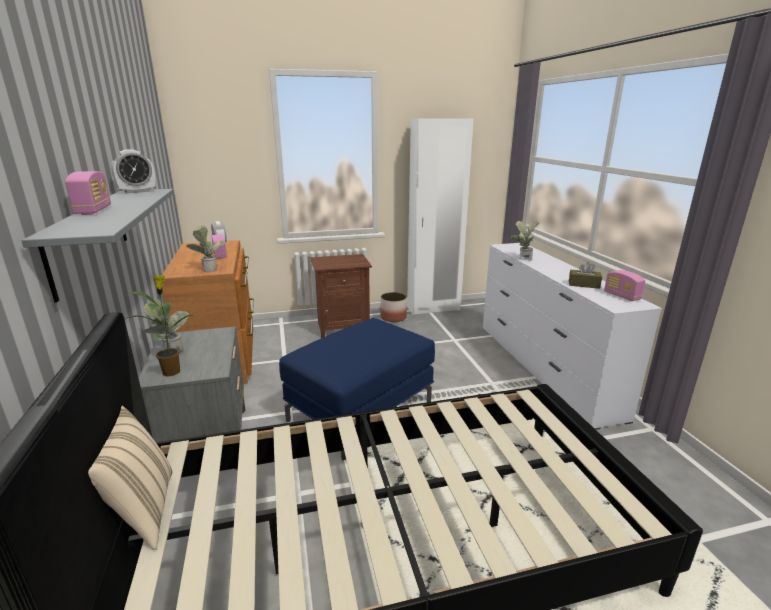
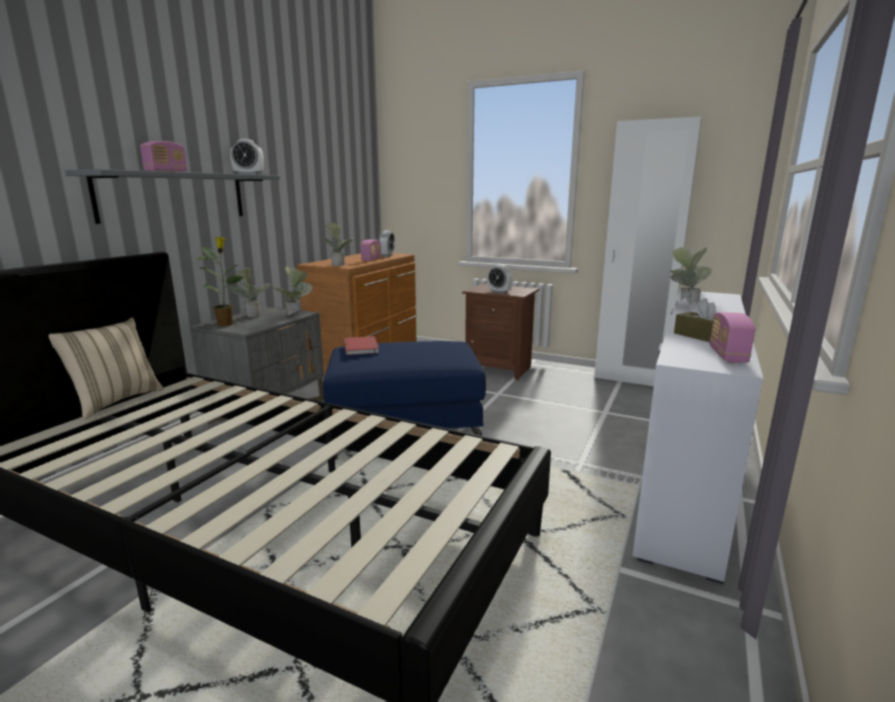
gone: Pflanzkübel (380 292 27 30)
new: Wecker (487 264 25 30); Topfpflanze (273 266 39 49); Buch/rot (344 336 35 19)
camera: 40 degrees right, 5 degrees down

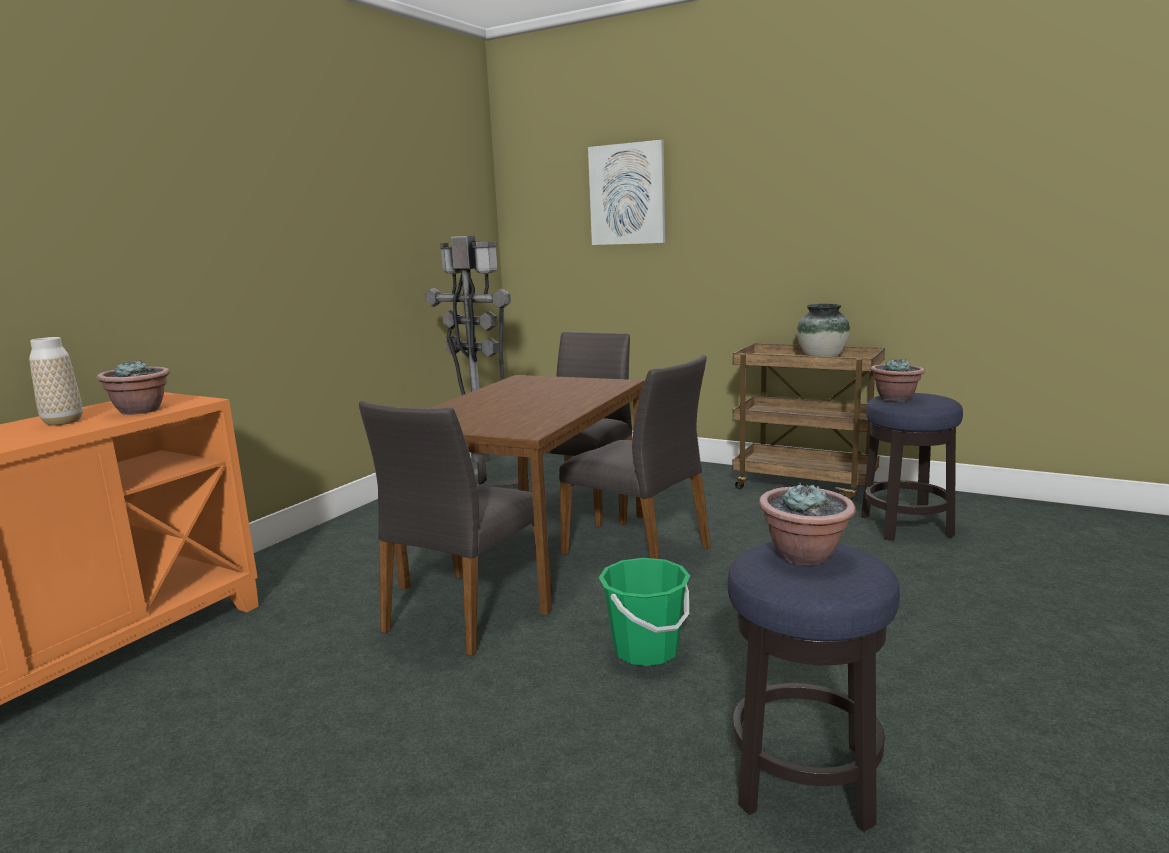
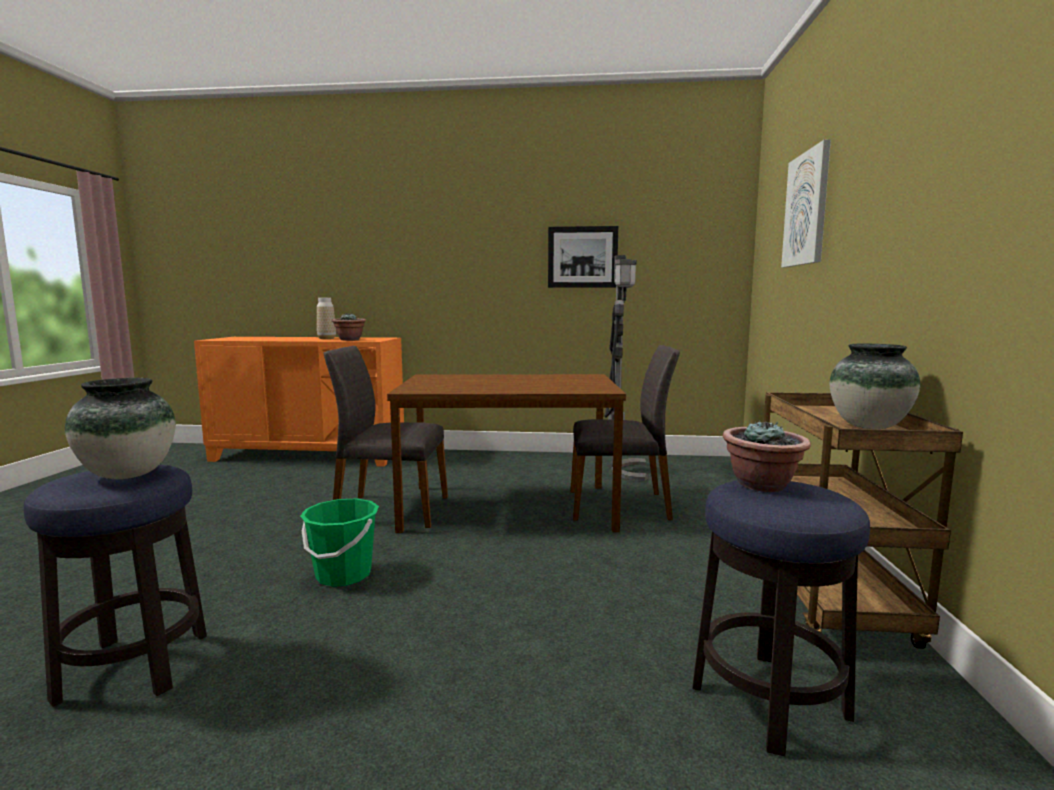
gone: Stuhl/grau (559 355 152 204)
new: Bild (548 226 70 62)
swapped: Topfpflanze (759 483 97 82) to Vase (65 378 111 101)
camera: 65 degrees right, 5 degrees down

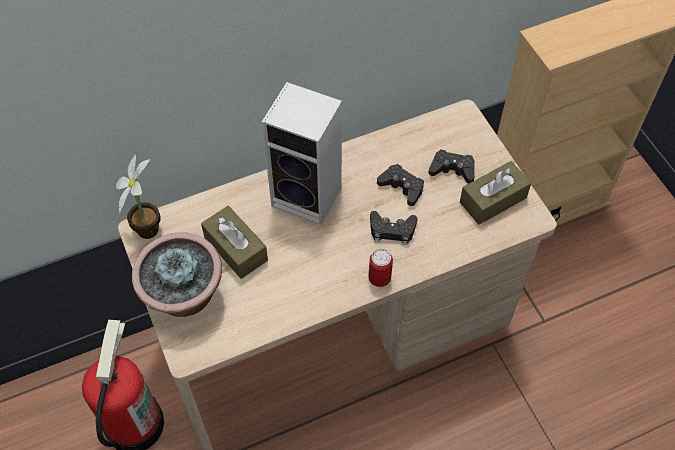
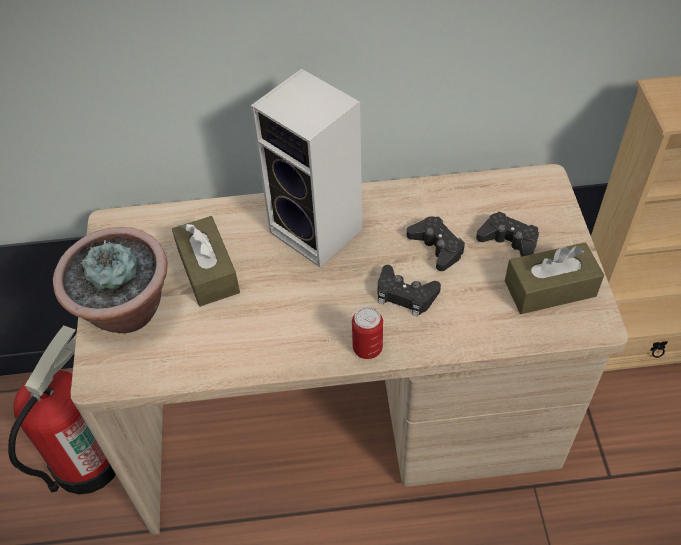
gone: Topfpflanze (116 154 44 85)
camera: 20 degrees right, 5 degrees down

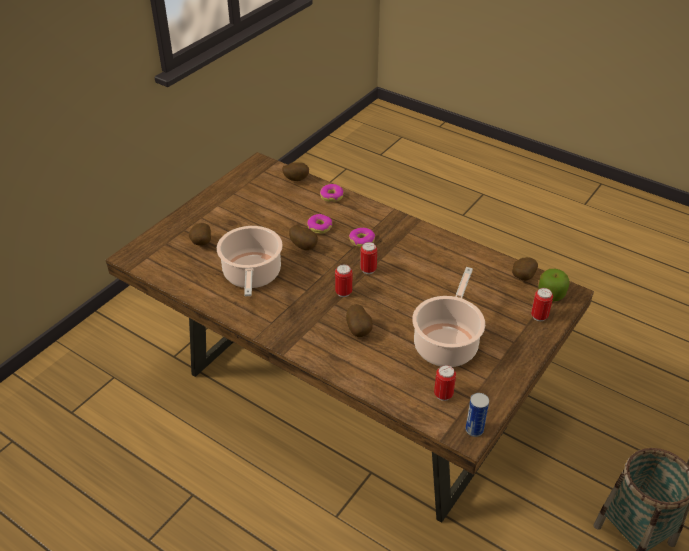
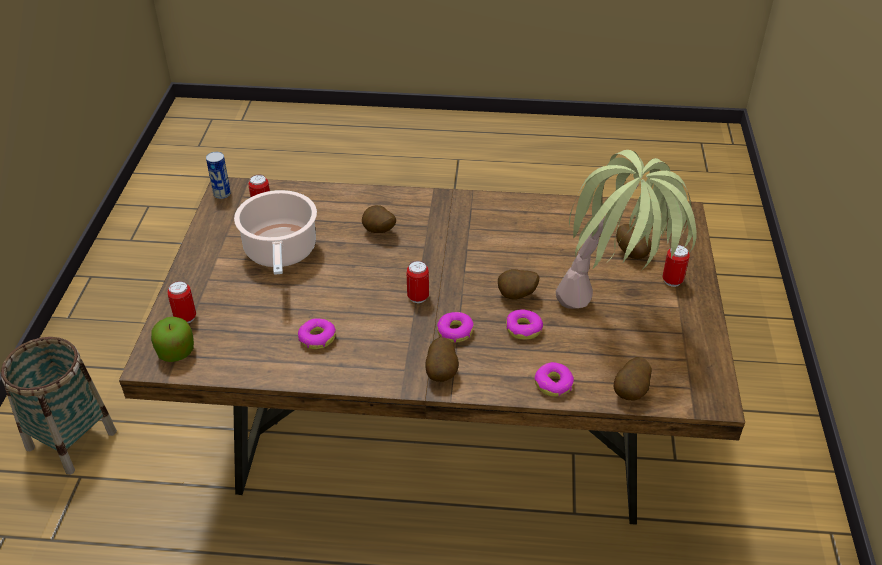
gone: Kochtopf (217 226 66 70)
new: Topfpflanze (556 150 141 159); Donut (298 319 38 30)
shifted: Kartoffel (512 257 26 24) to (426 337 33 45); Dose (335 264 17 33) to (663 245 27 42)
camera: 150 degrees right, 0 degrees up

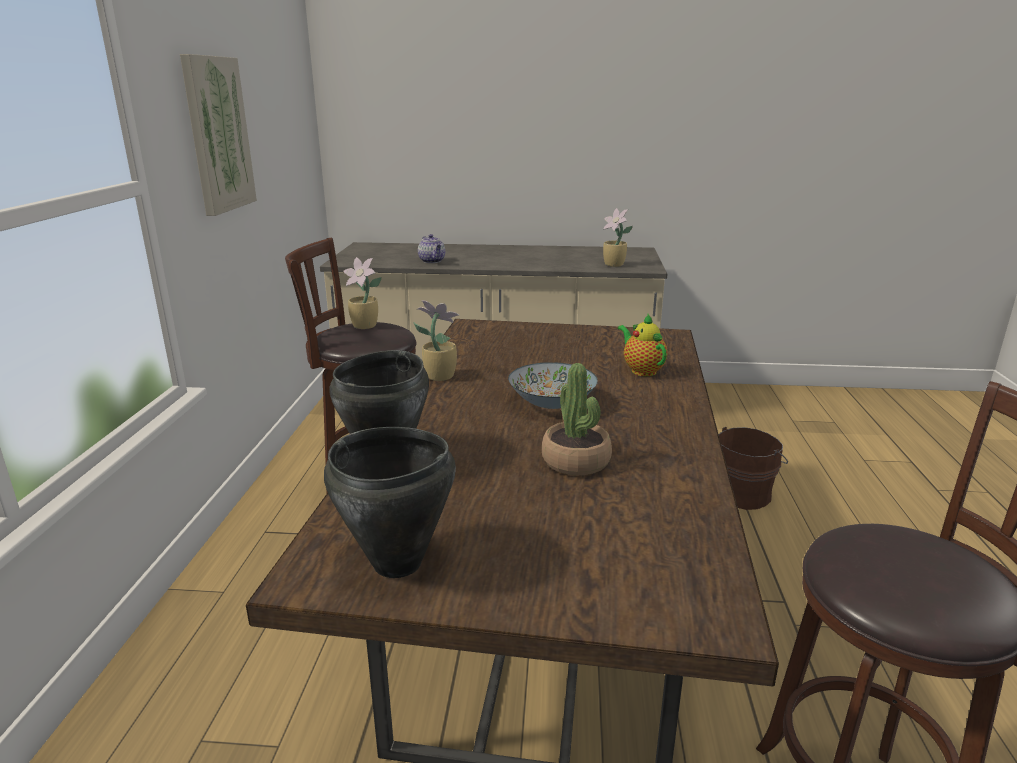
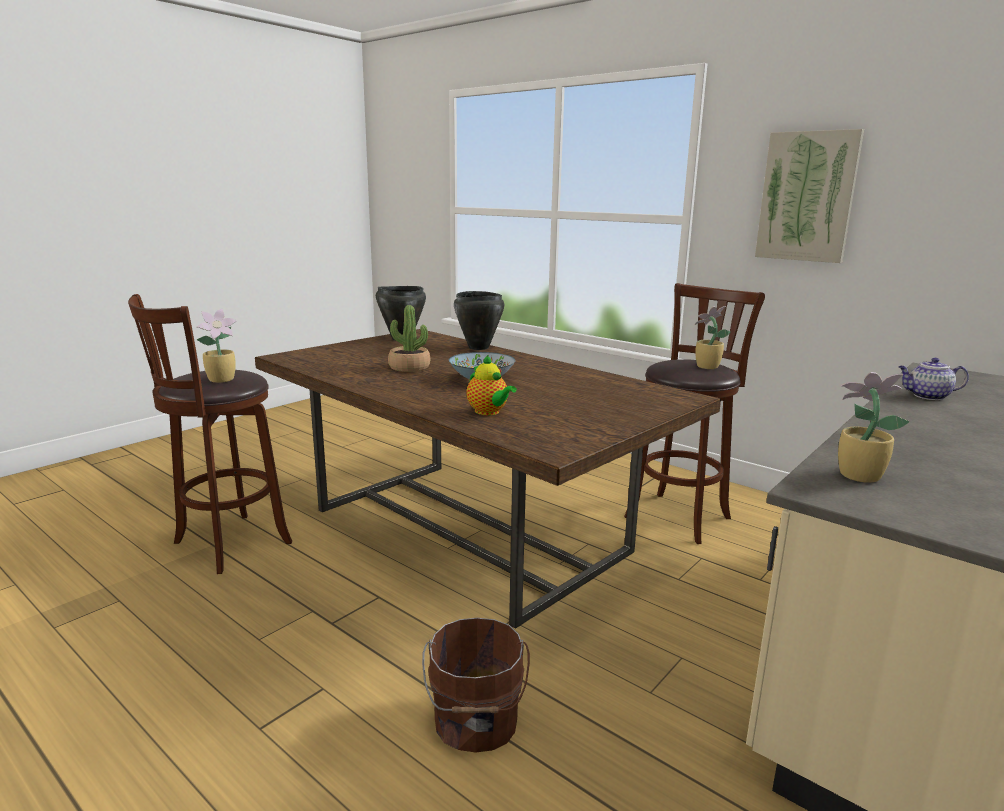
shifted: Topfpflanze (413 300 46 81) to (196 309 41 74)
rotated: Teekanne (618 314 50 62) = (466 355 51 60) 45 degrees clockwise
camera: 125 degrees right, 5 degrees down

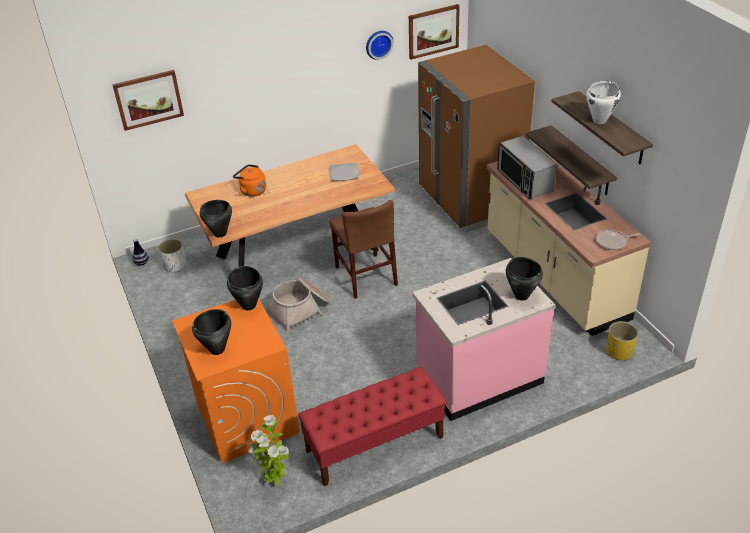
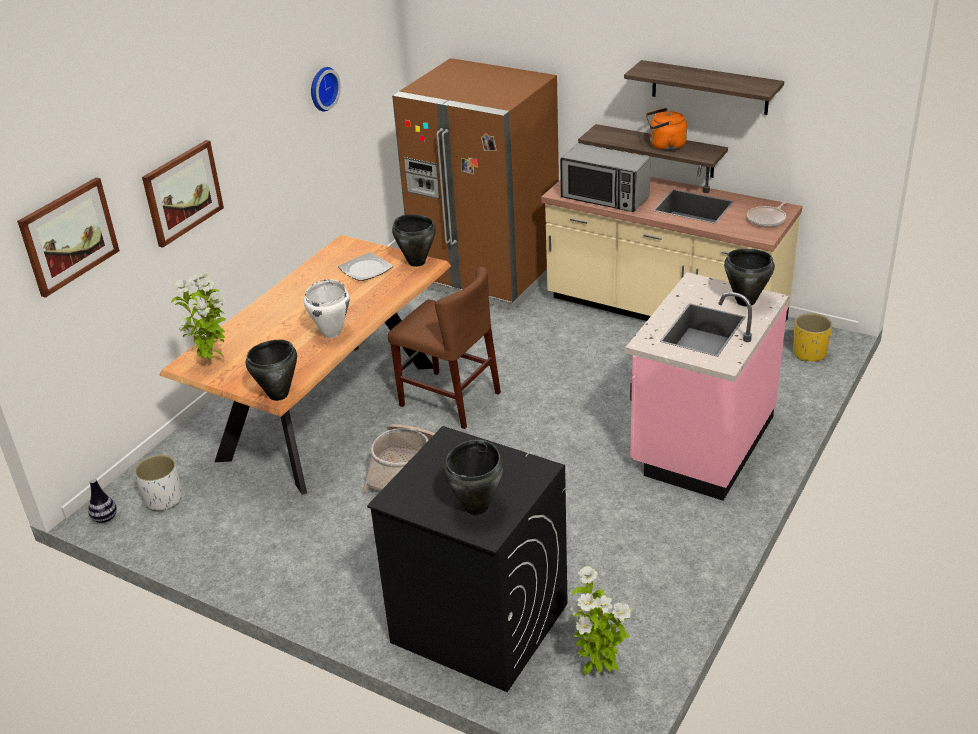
gone: Bank/rot (298 367 149 119)
new: Topfpflanze (171 272 55 90)
shifted: Bild (409 4 51 56) to (142 140 82 108); Kochtopf/weiß (586 81 35 43) to (304 279 45 59); Wasserkessel/orange (233 164 33 33) to (646 108 41 43); Kochtopf/schwarz (227 266 36 44) to (392 214 44 53)
repainted: Waschmaschine/orange (172 298 128 166) to Waschmaschine/schwarz (367 426 201 266)
camera: 35 degrees left, 5 degrees down

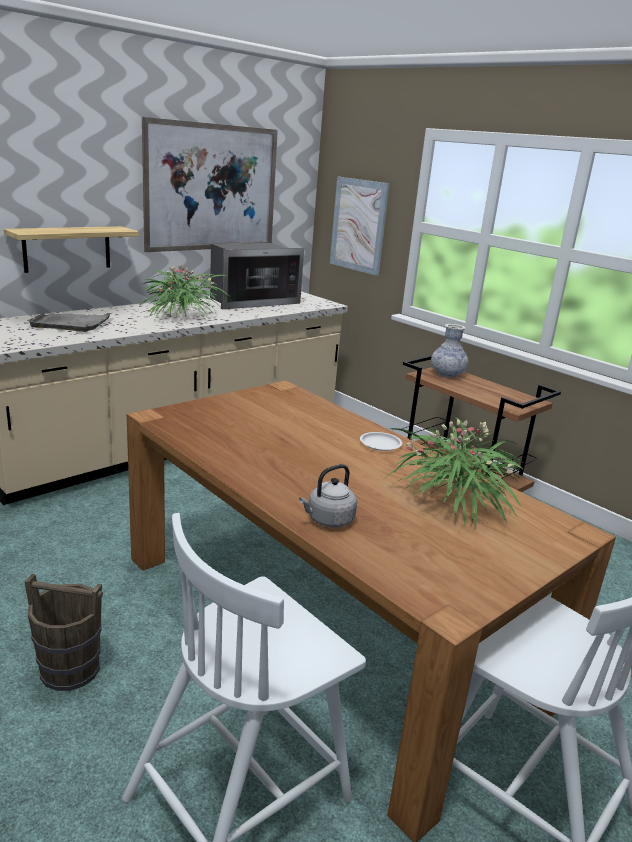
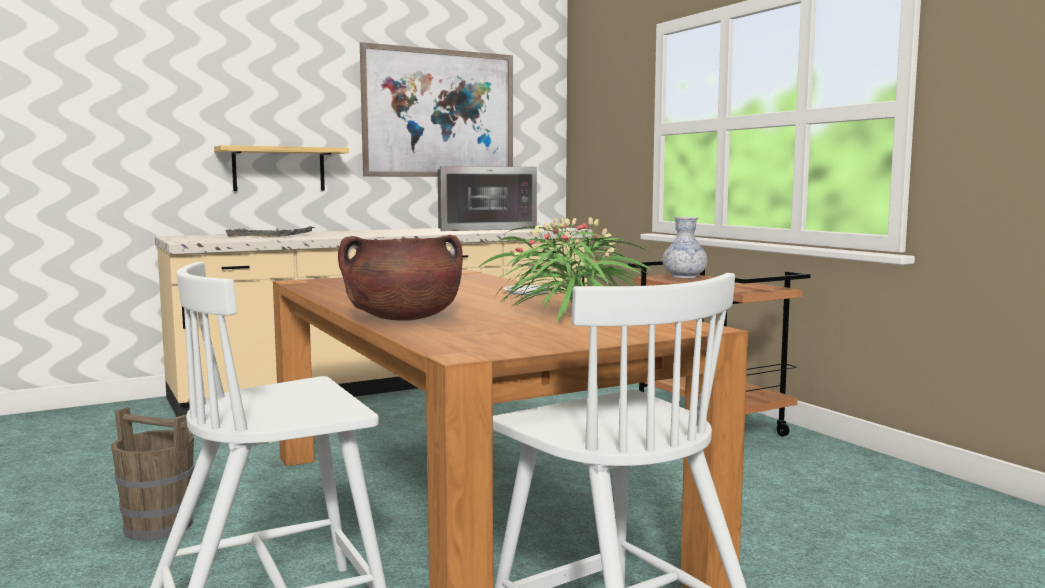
gone: Bild (330 177 59 99); Topfpflanze (139 264 90 54)
swapped: Wasserkessel/grau (299 464 58 63) to Kochtopf/braun (338 235 125 86)
camera: 15 degrees right, 15 degrees down

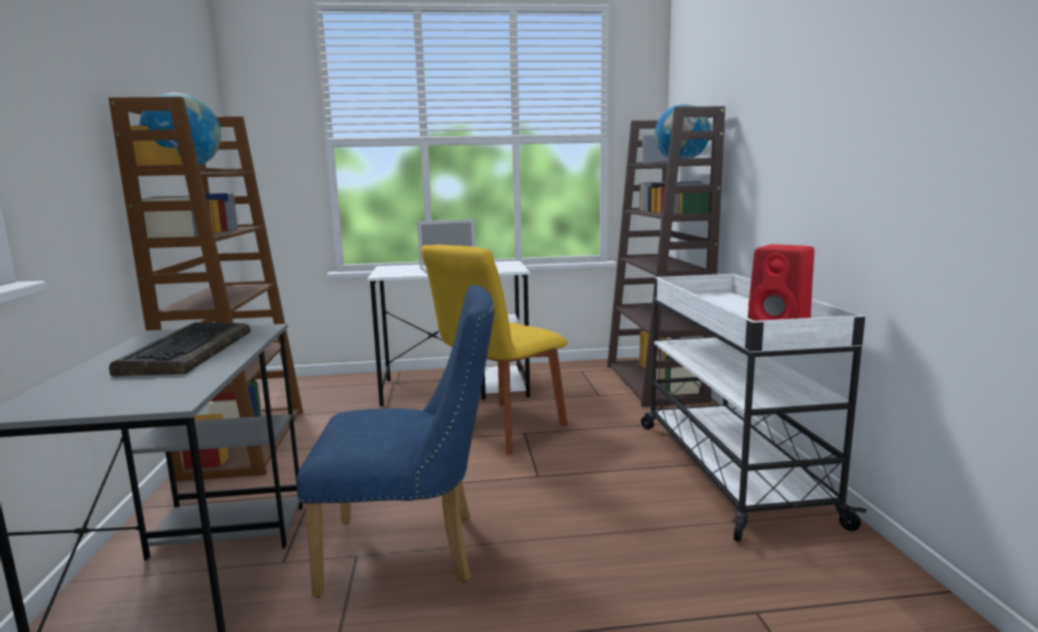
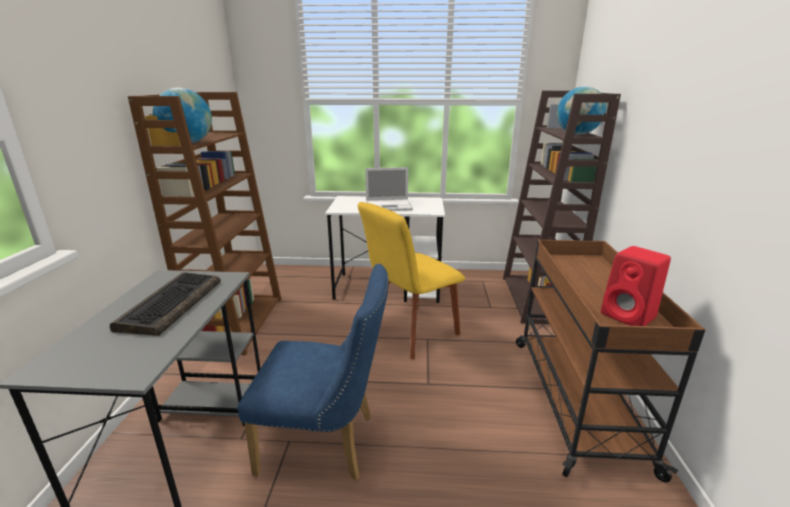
repainted: Rollwagen/weiß (641 274 226 268) to Rollwagen/braun (516 240 189 243)
camera: 10 degrees right, 10 degrees up

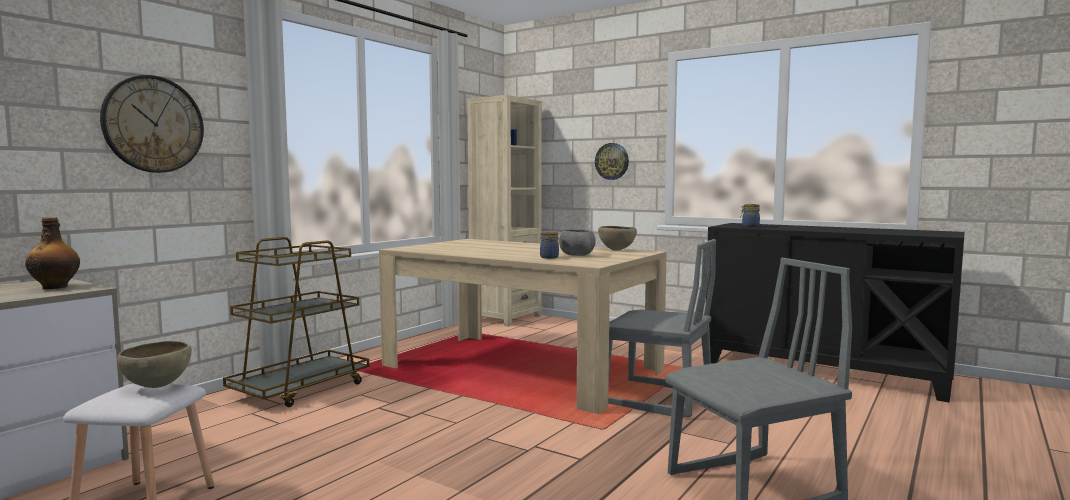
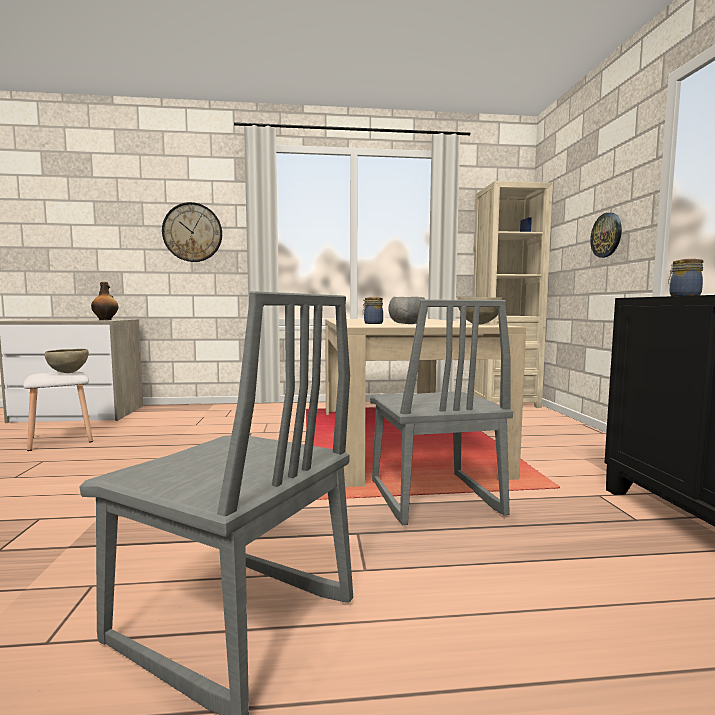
gone: Rollwagen/braun (223 237 146 170)
camera: 50 degrees right, 0 degrees up

